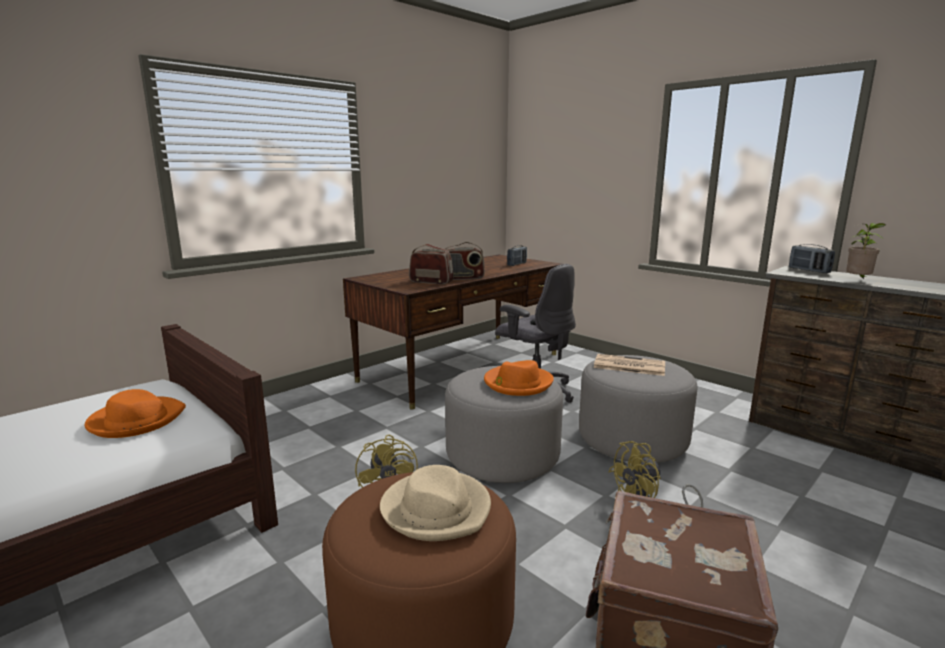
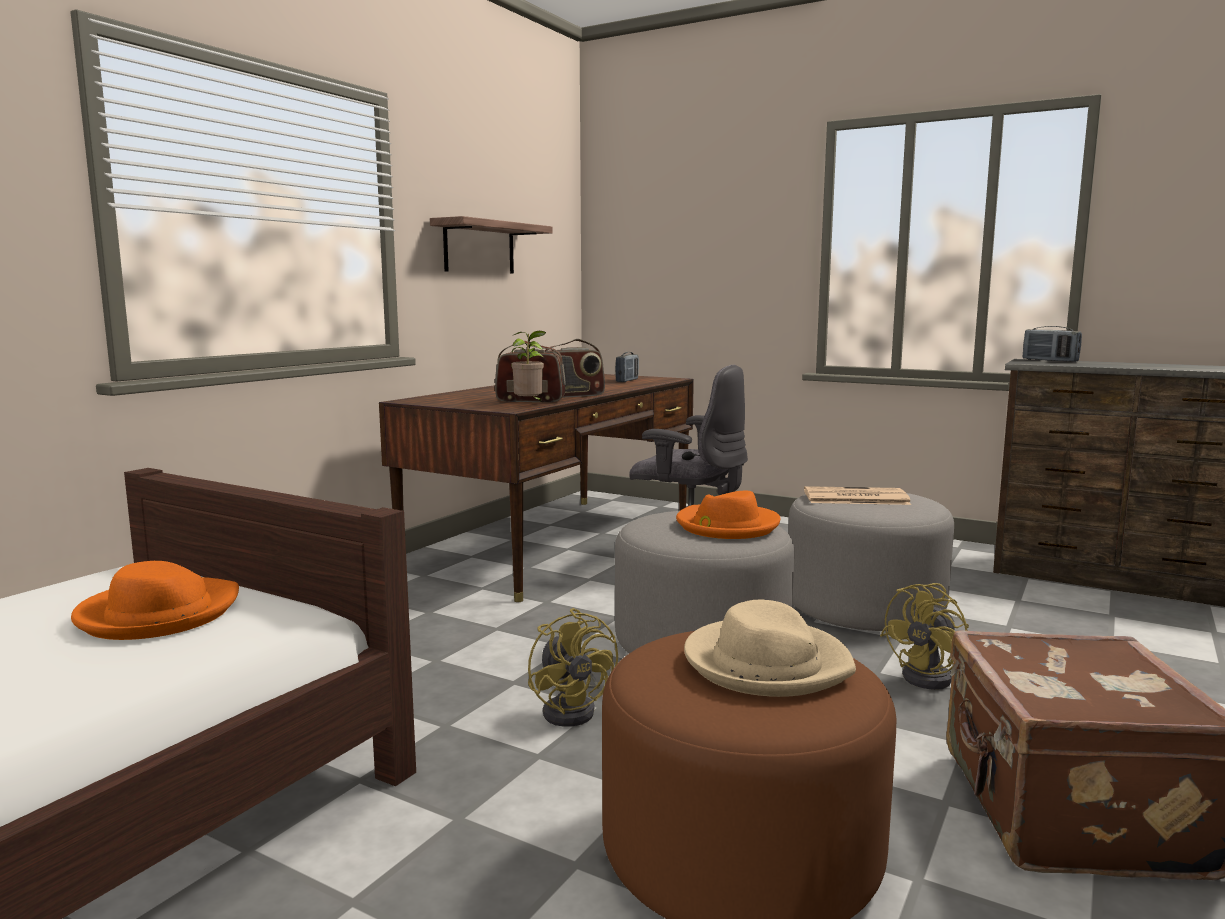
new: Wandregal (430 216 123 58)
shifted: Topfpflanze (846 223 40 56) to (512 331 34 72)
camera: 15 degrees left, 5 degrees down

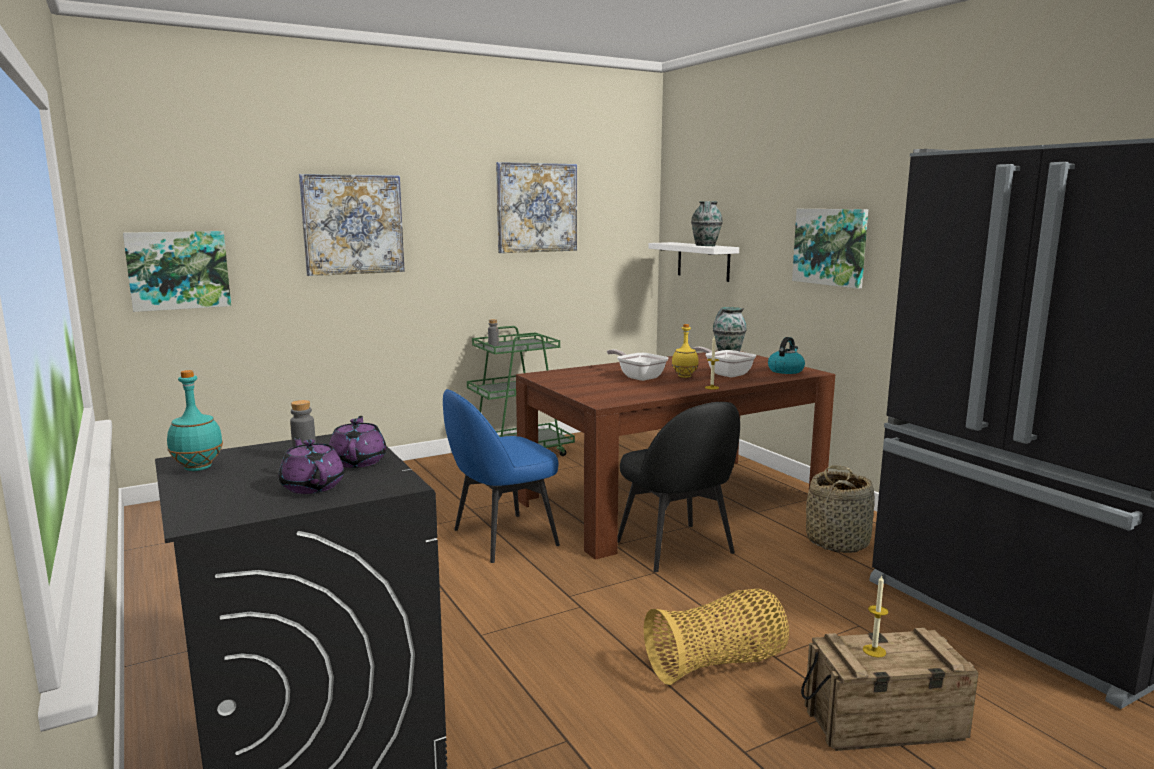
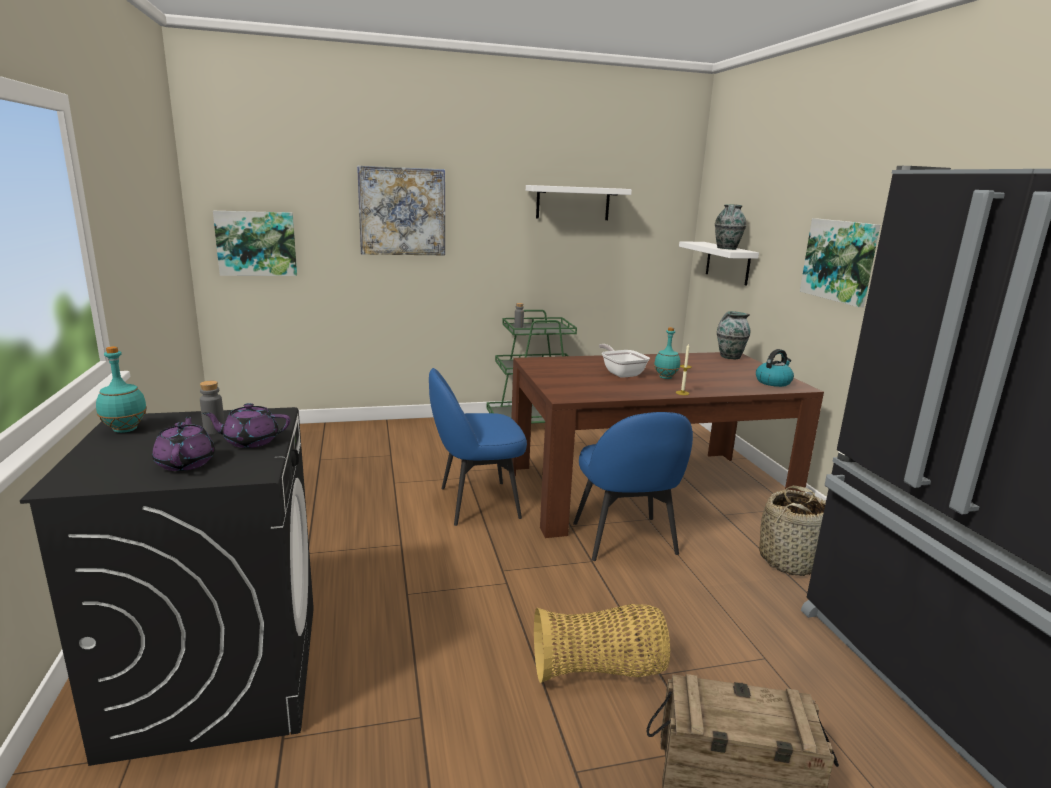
gone: Pfanne (692 347 64 30); Kerze (863 576 26 81)
swapped: Bild (496 162 81 91) to Wandregal/weiß (526 185 106 35)
repainted: Flasche/gelb (672 324 27 54) to Flasche/türkis (654 327 26 52); Stuhl/schwarz (618 402 122 170) to Stuhl/blau (573 412 120 149)
rotated: Teekanne/lila (329 416 58 52) = (203 403 87 45) 105 degrees counterclockwise
camera: 15 degrees right, 5 degrees up

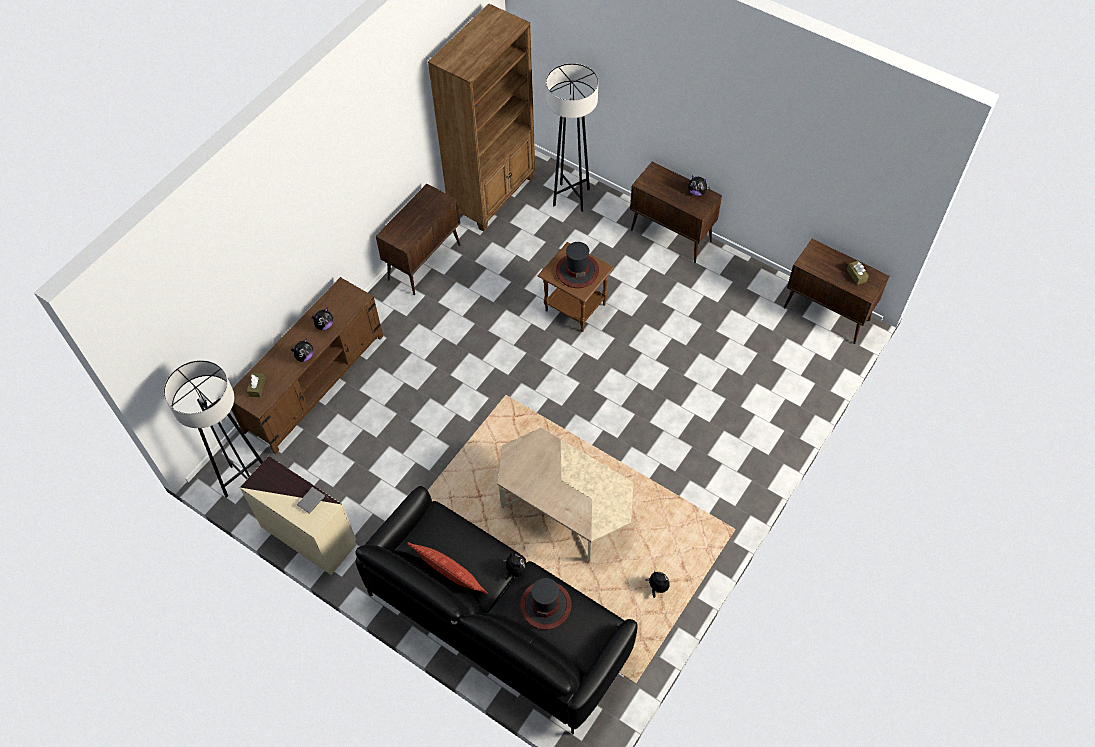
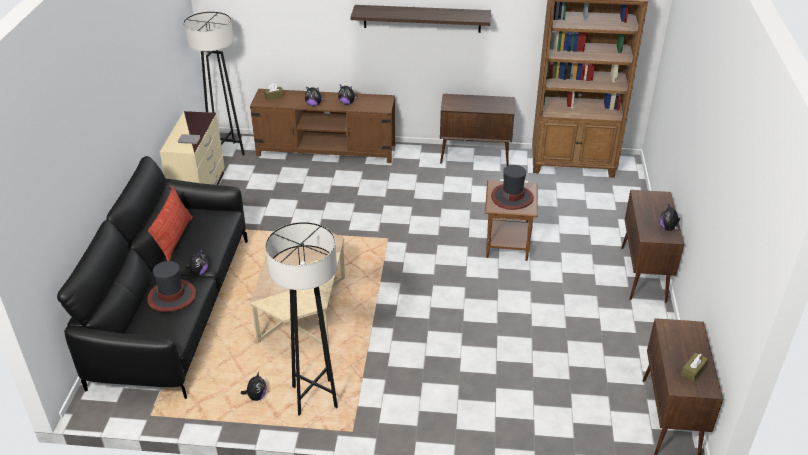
new: Wandregal (350 5 141 28)
shifted: Stehlampe/grau (546 63 52 149) to (265 222 73 194)
camera: 60 degrees right, 20 degrees down

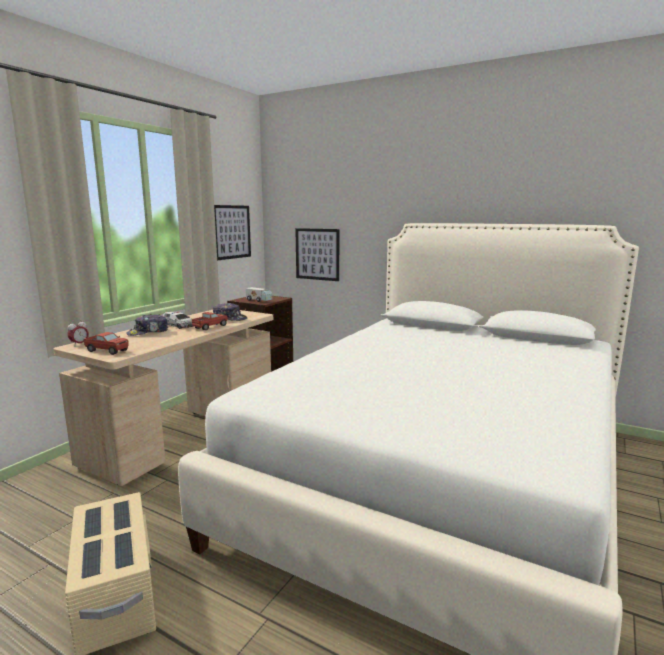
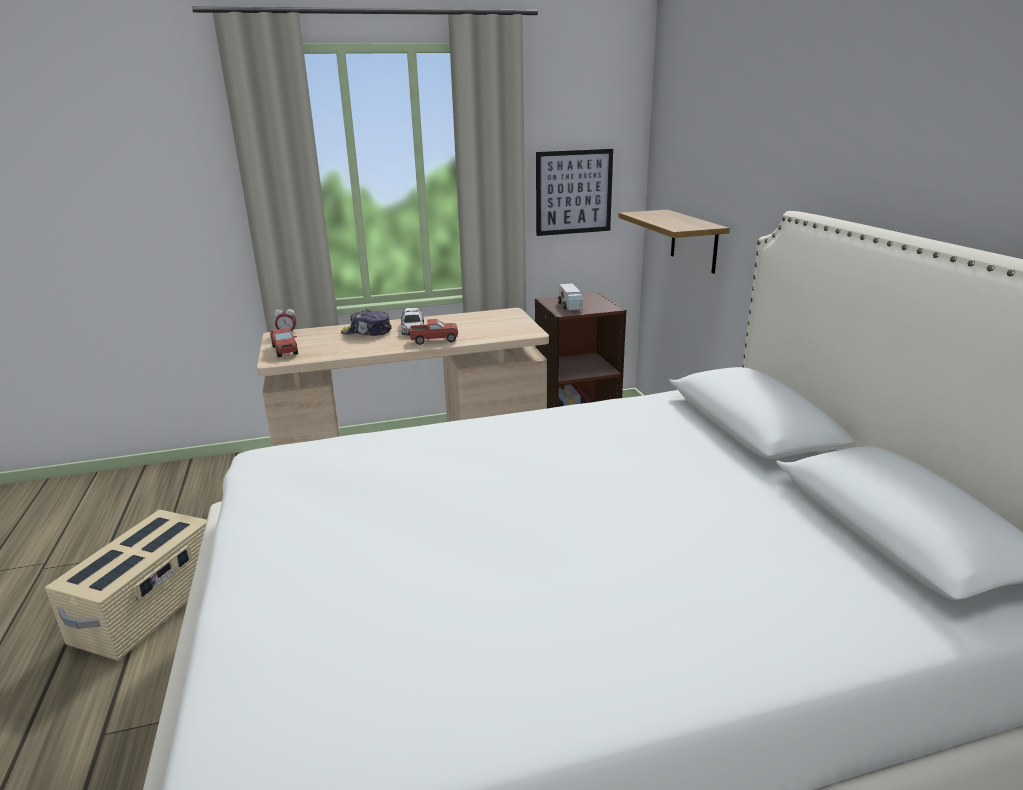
gone: Kappe (213 303 34 18)
swapped: Bild (295 228 44 53) to Wandregal (618 210 112 64)
camera: 45 degrees right, 10 degrees up

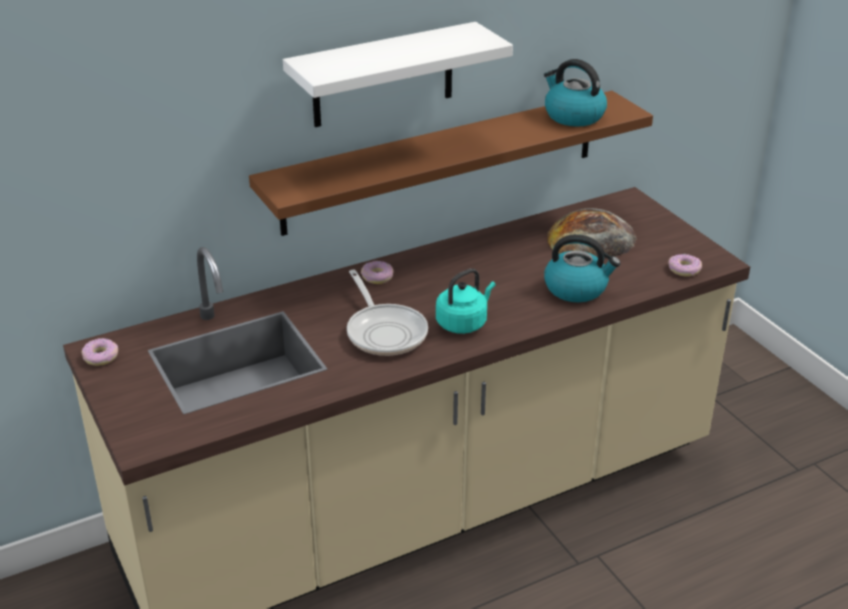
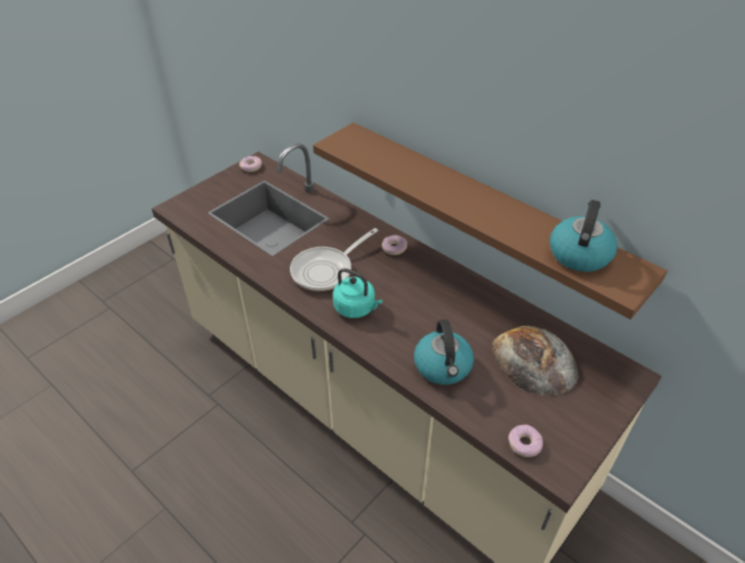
gone: Wandregal/weiß (283 22 230 105)
camera: 70 degrees right, 10 degrees up

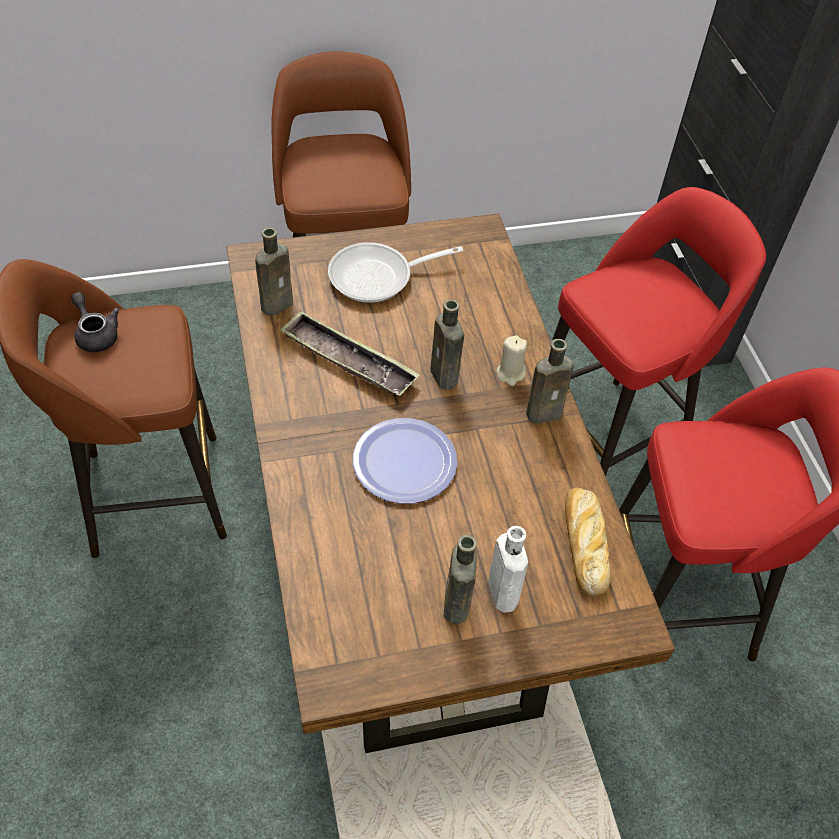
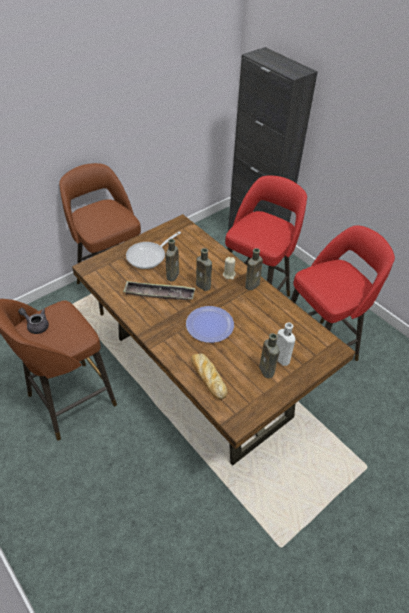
shifted: Flasche/braun (255 228 38 88) to (165 239 14 42); Brot (565 488 46 109) to (191 354 36 45)
camera: 25 degrees left, 5 degrees down

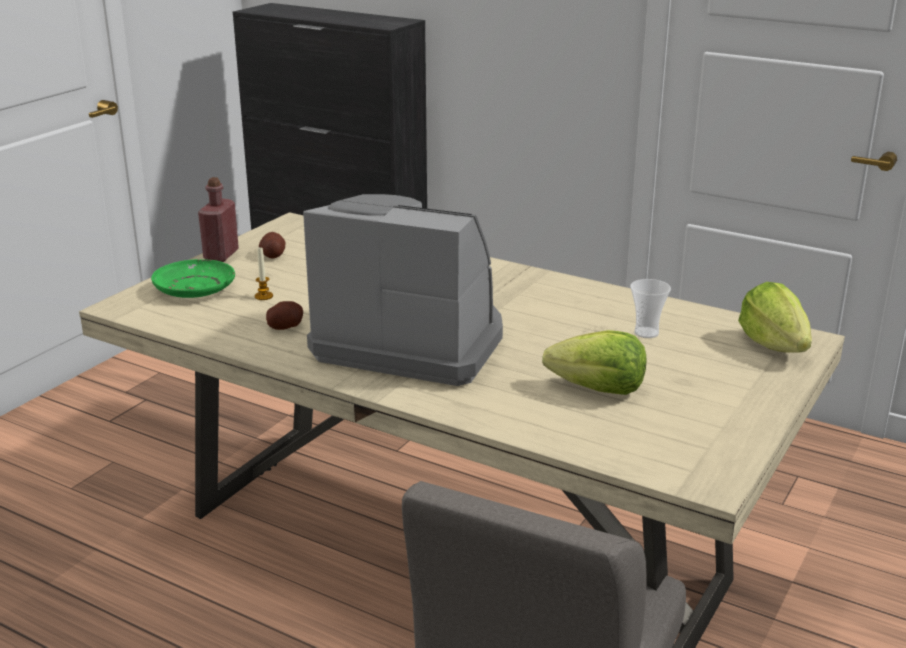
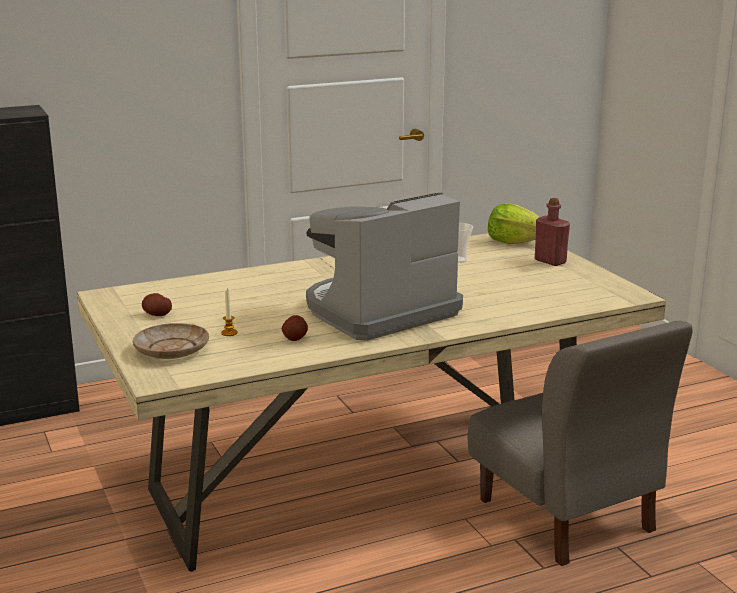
gone: Salatkopf (542 330 104 65)
shifted: Flasche/rot (198 177 41 85) to (535 198 35 68)
repainted: Teller/grün (151 259 84 39) to Teller/beige (133 323 76 36)
camera: 55 degrees left, 5 degrees down

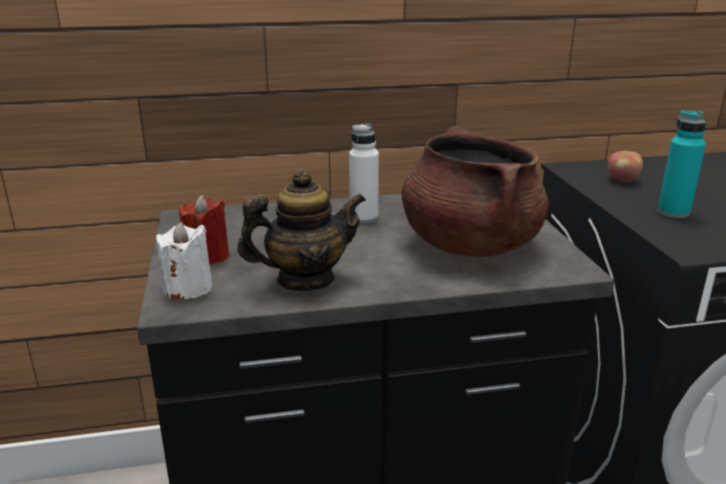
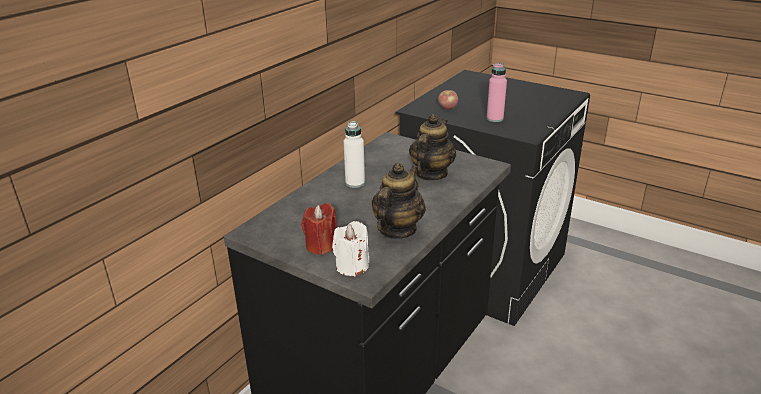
swapped: Kochtopf/braun (401 126 148 131) to Teekanne (409 114 47 66)
repainted: Flasche/türkis (657 110 49 108) to Flasche/rosa (486 63 21 59)
camera: 45 degrees left, 5 degrees up

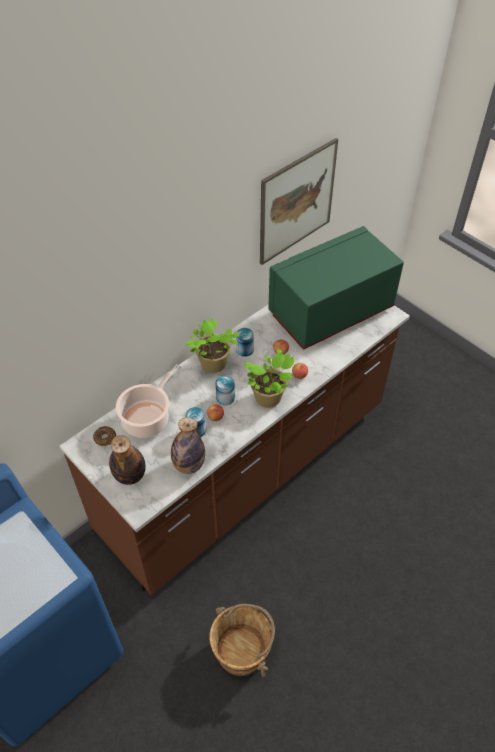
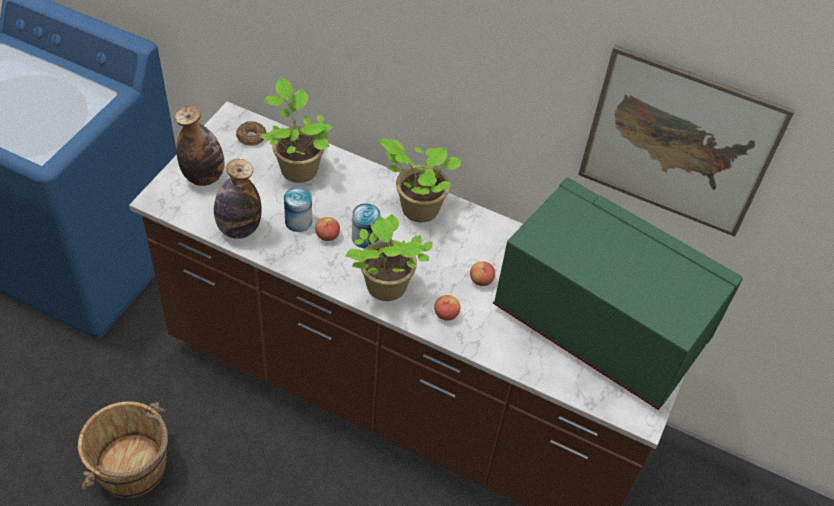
gone: Dose (236 328 18 29)
swapped: Kochtopf (116 364 65 74) to Topfpflanze (260 77 72 106)
camera: 65 degrees right, 0 degrees up

